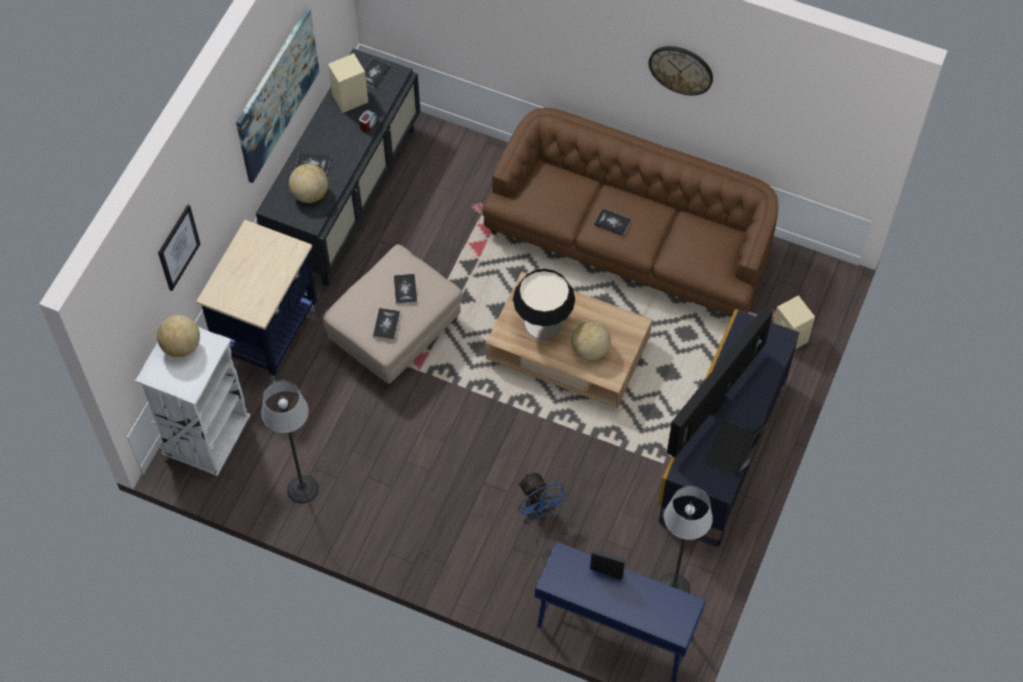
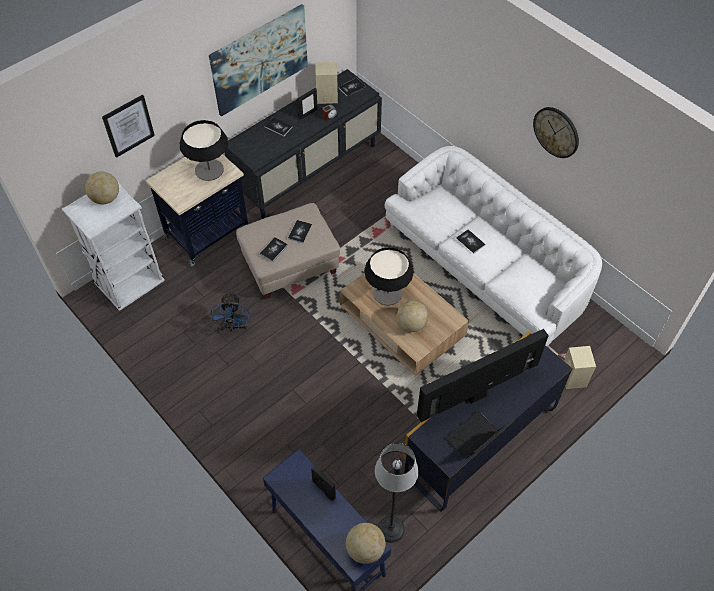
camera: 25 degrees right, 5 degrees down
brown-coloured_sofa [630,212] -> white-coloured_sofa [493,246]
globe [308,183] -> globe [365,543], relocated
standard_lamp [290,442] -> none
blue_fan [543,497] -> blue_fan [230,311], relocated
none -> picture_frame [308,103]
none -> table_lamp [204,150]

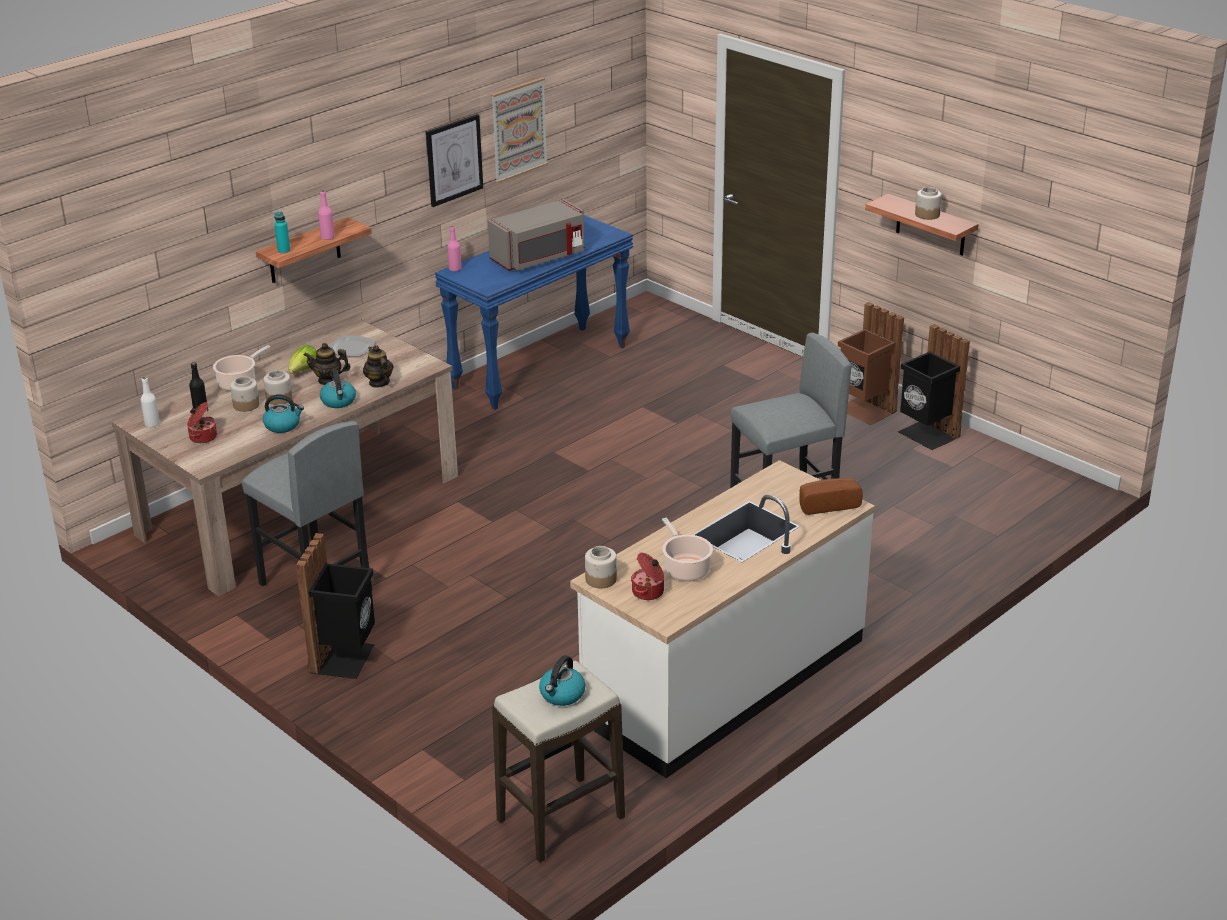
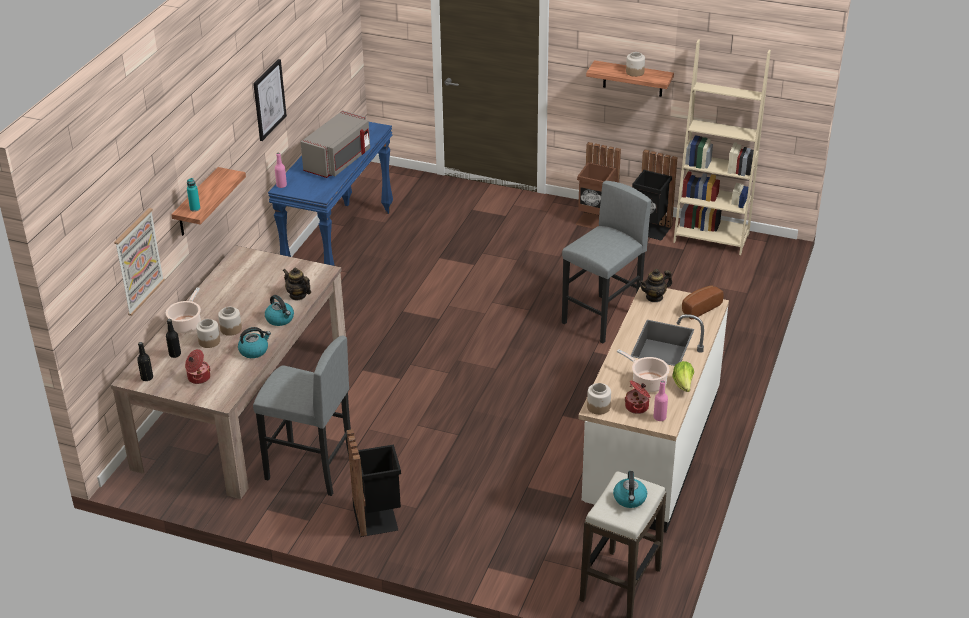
camera: 25 degrees left, 5 degrees up
picture [519,130] -> picture [139,262], relocated
pink-coloured_beverage_bottle [326,215] -> pink-coloured_beverage_bottle [660,400], relocated
dinner_plate [352,346] -> none
pot_for_tea [327,364] -> pot_for_tea [655,285], relocated
lettuce [302,359] -> lettuce [683,376], relocated
white-coloured_beverage_bottle [150,402] -> black-coloured_beverage_bottle [145,361]
none -> beige_bookcase [722,147]

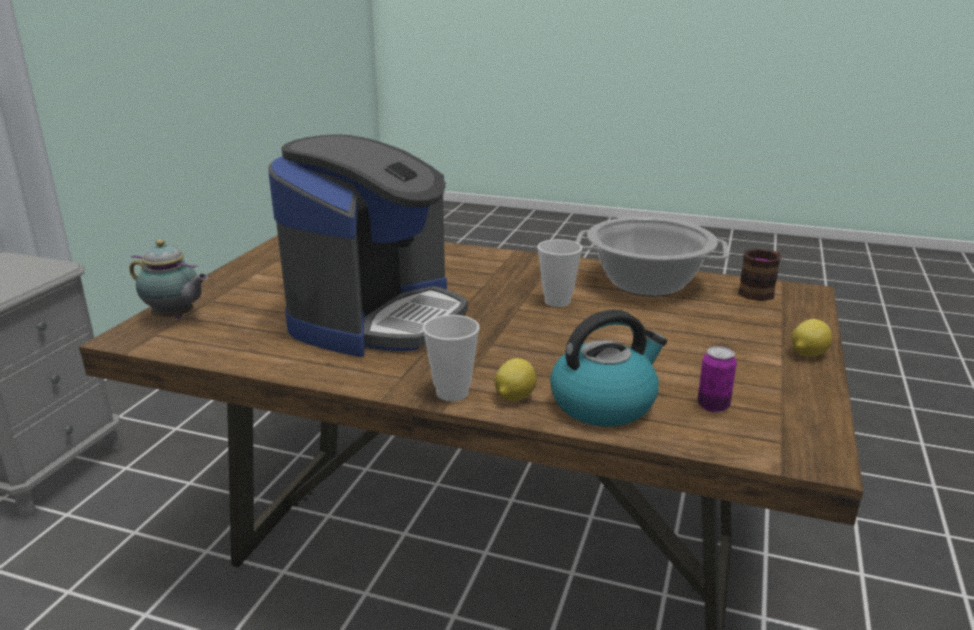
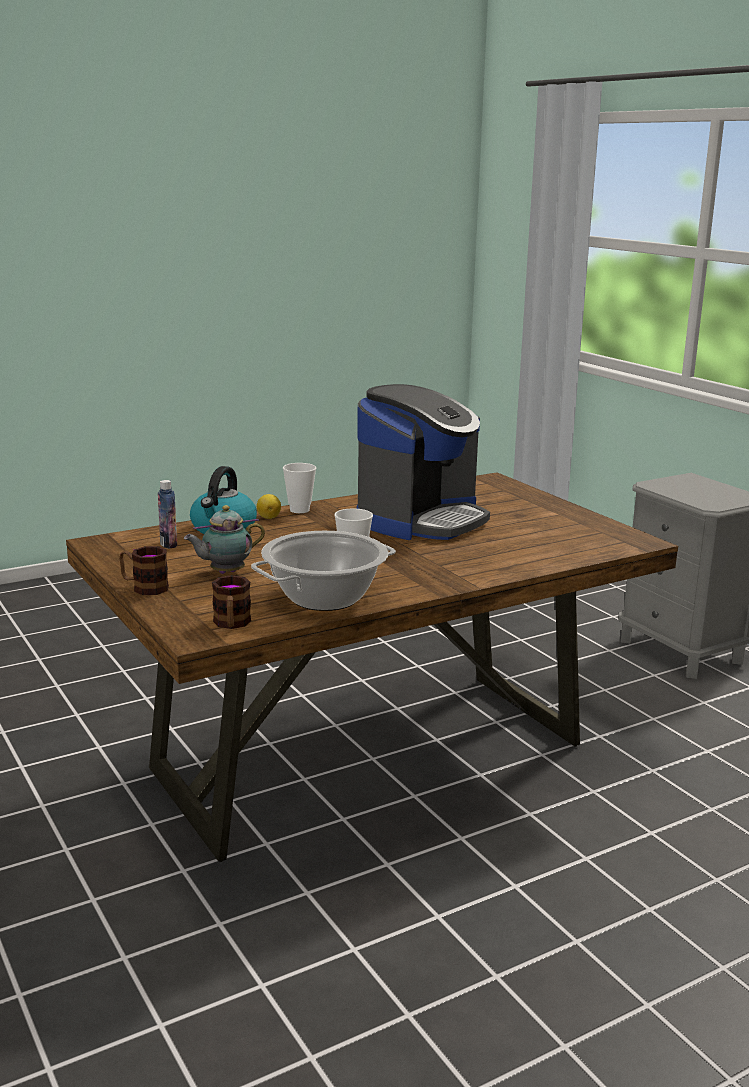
camera: 130 degrees right, 5 degrees down
coffee_machine [368,245] -> coffee_machine [423,462], 120 degrees counterclockwise
pot_for_tea [168,279] -> pot_for_tea [224,539], relocated
citrus_fruit [812,338] -> mug [144,570]
metal_can [717,379] -> beverage_bottle [167,514]

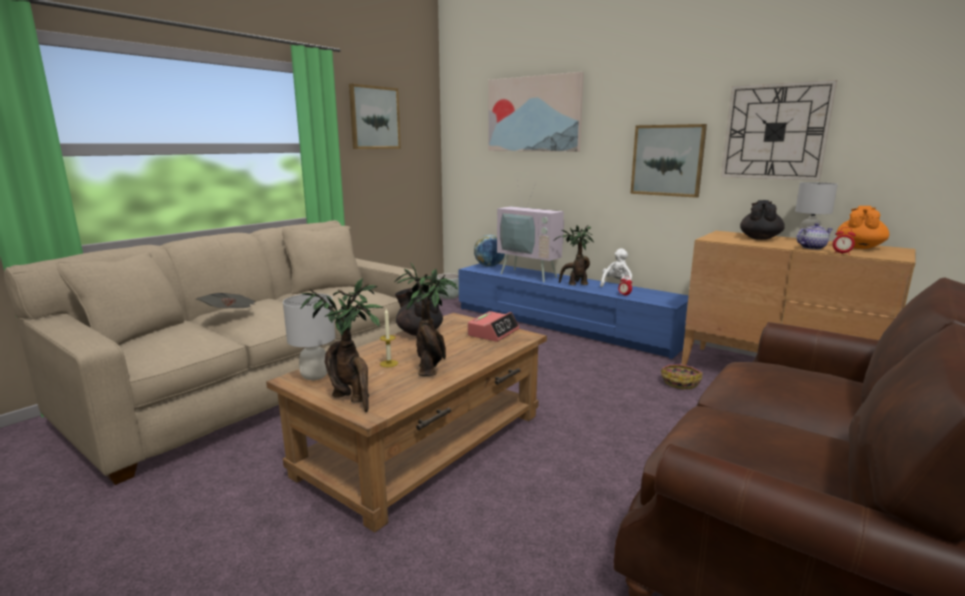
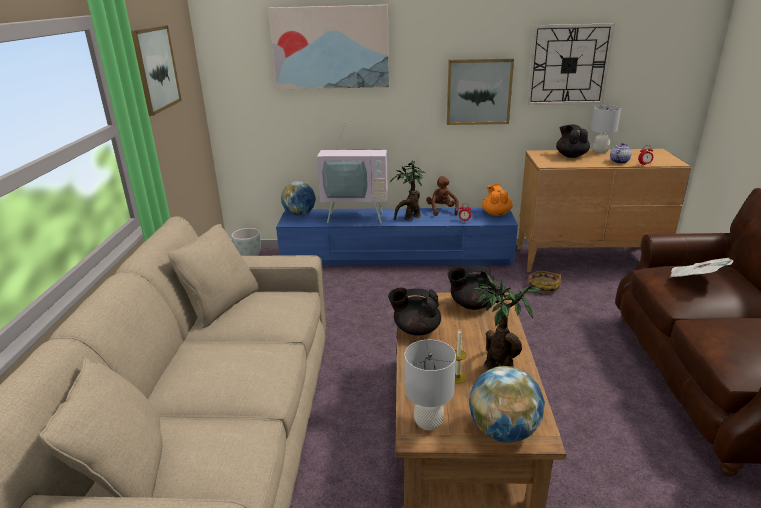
camera: 35 degrees left, 10 degrees up
orangey_pot_for_tea [863,227] -> orangey_pot_for_tea [497,200], relocated
white-coloured_cuddly_toy [616,267] -> brown-coloured_cuddly_toy [442,196]
plant_in_a_pot [341,345] -> globe [507,404]
daily_paper [226,300] -> daily_paper [701,267], relocated
table_clock [493,326] -> black-coloured_pot_for_tea [471,287]

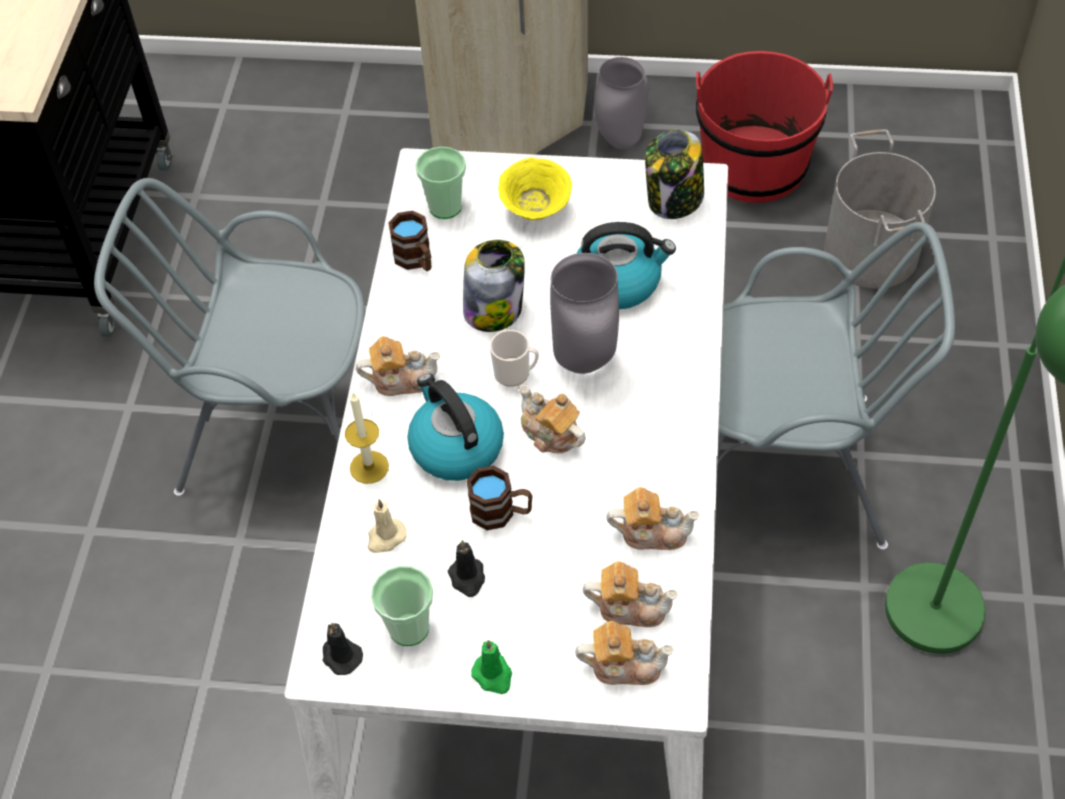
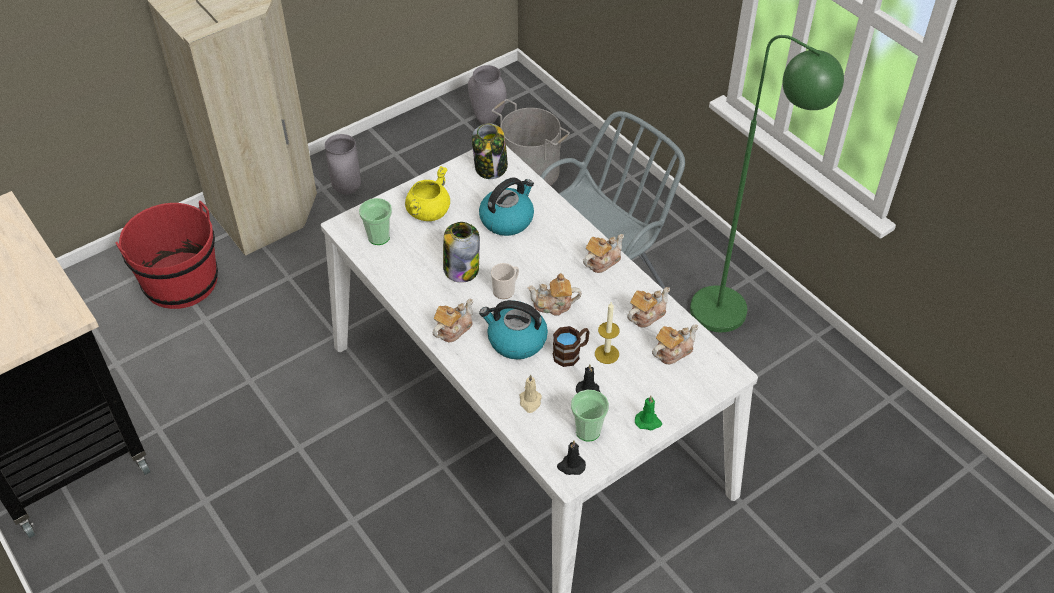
camera: 45 degrees left, 5 degrees down
red_pail [764,127] -> red_pail [166,255], relocated
yellowish_serving_bowl [535,189] -> yellowish_cooking_pot [427,193]
greyish_plain_chair [229,337] -> none
brown-coloured_mug [410,241] -> none
greyish_flower_vase [584,313] -> greyish_flower_vase [487,94], relocated
wax_candle [367,438] -> wax_candle [607,333], relocated
pot_for_tea [624,653] -> pot_for_tea [603,253], relocated

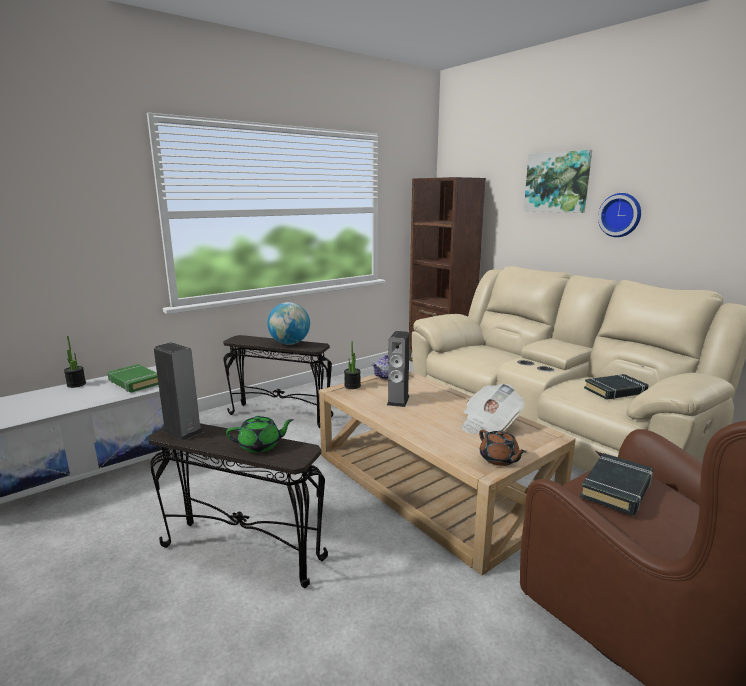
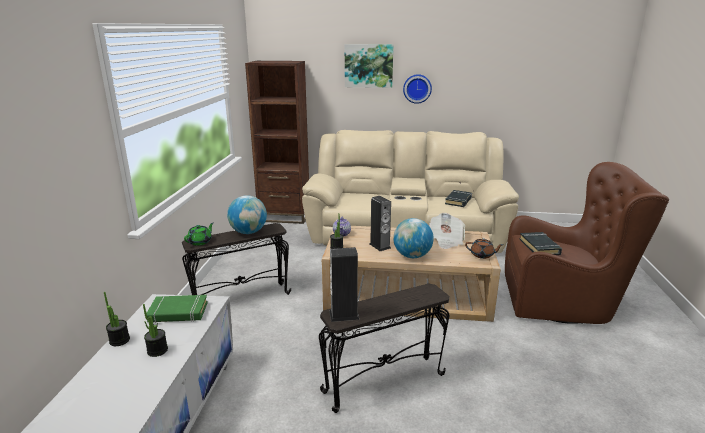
camera: 45 degrees left, 5 degrees up
green-coloured_pot_for_tea [260,434] -> green-coloured_pot_for_tea [199,234], relocated
none -> globe [413,238]
none -> plant_in_a_pot [155,330]

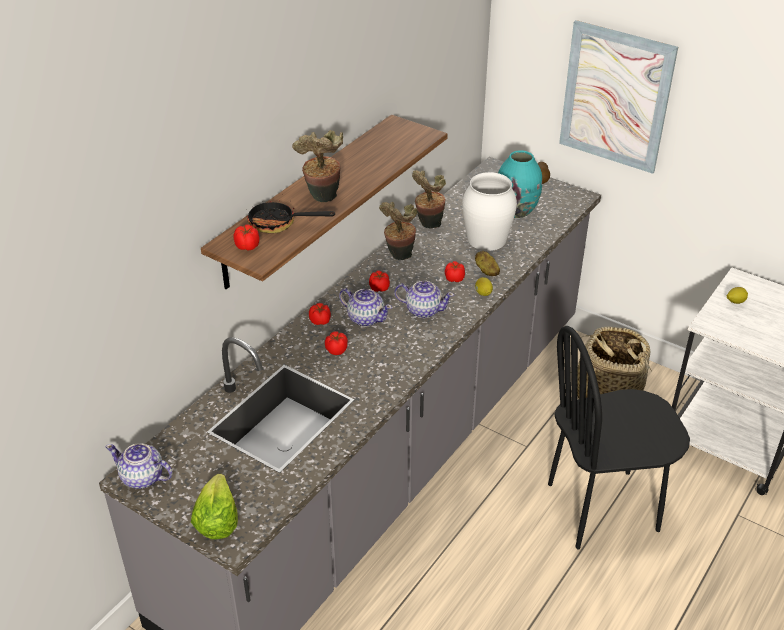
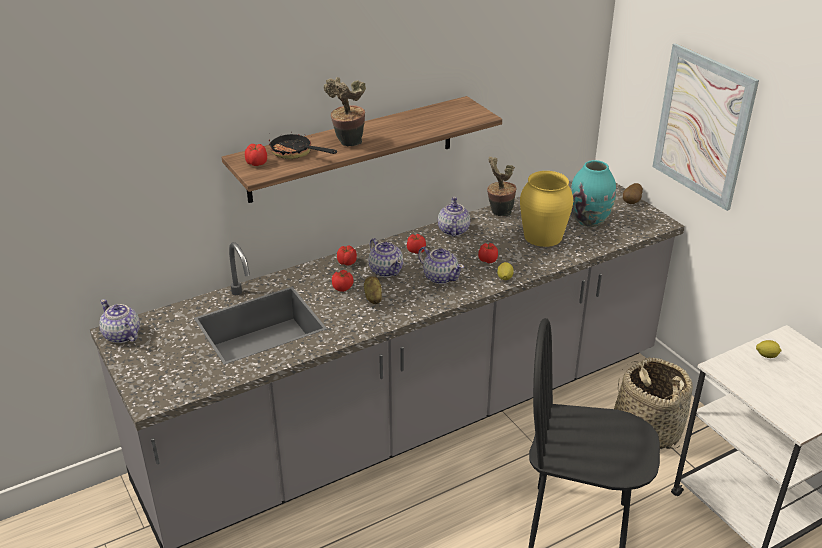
camera: 25 degrees right, 5 degrees down
white-coloured_flower_vase [489,211] -> yellowish_flower_vase [546,209]
plant_in_a_pot [398,231] -> pot_for_tea [454,217]
potato [487,263] -> potato [373,290], relocated
lettuce [214,506] -> none

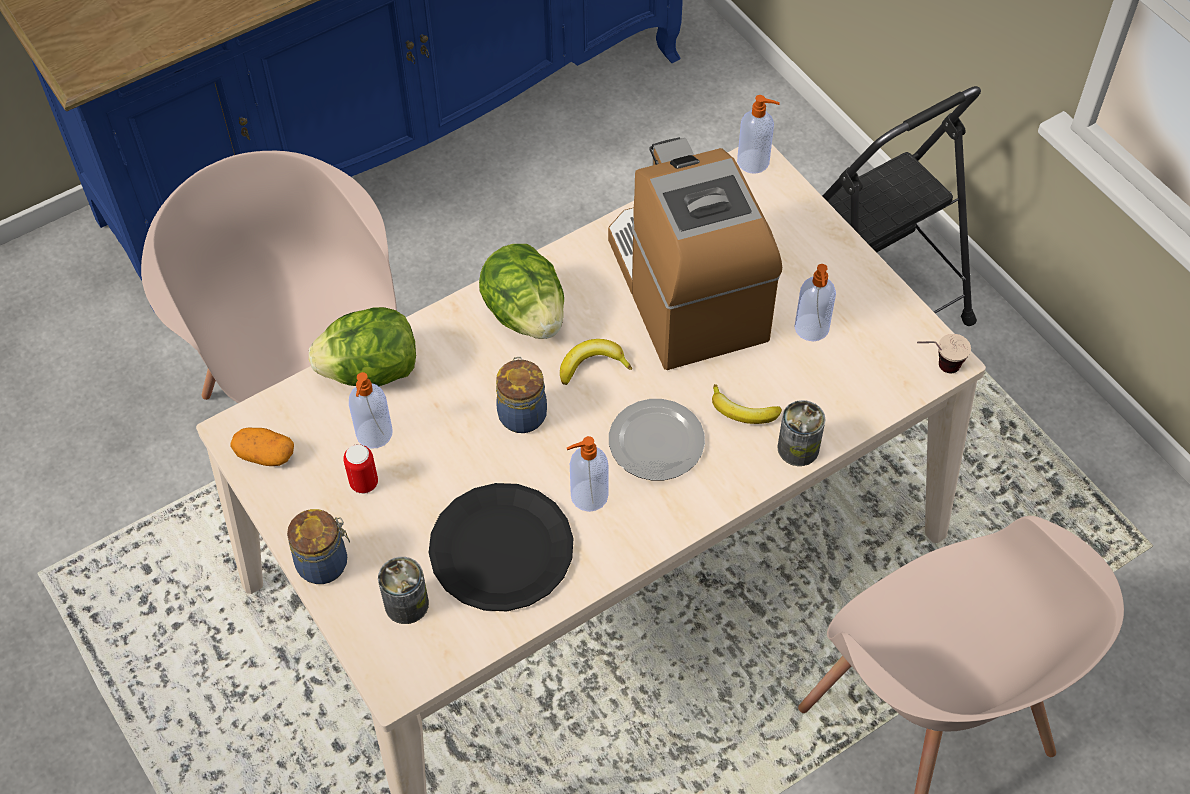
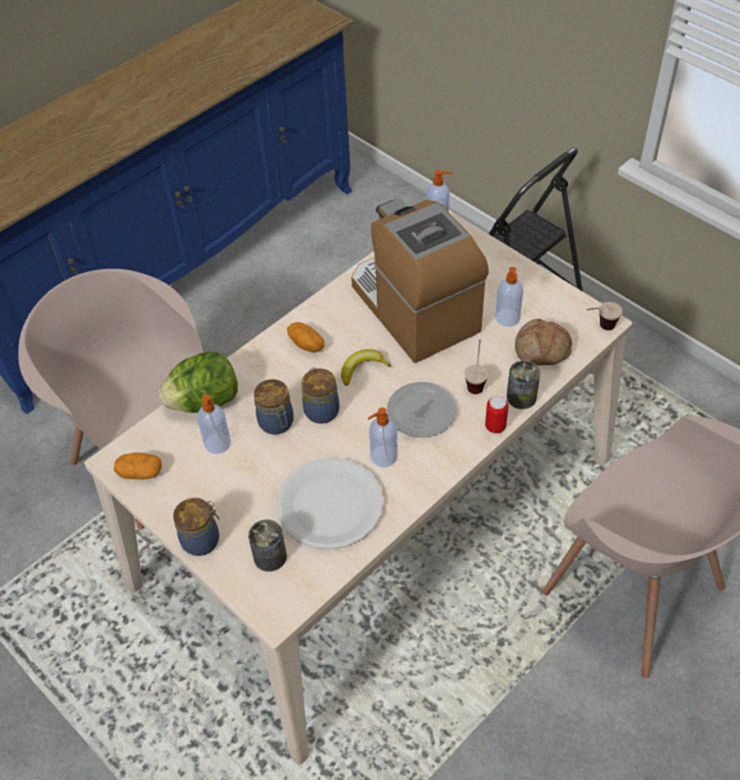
camera: 10 degrees left, 5 degrees down
lettuce [521,291] -> potato [305,337]
whole_banana [747,404] -> cup [476,367]
metal_can [360,469] -> metal_can [496,415], relocated
black-coloured_dinner_plate [501,547] -> white-coloured_dinner_plate [330,503]
none -> bakery_bread [543,342]
none -> preserve_jar [273,407]

